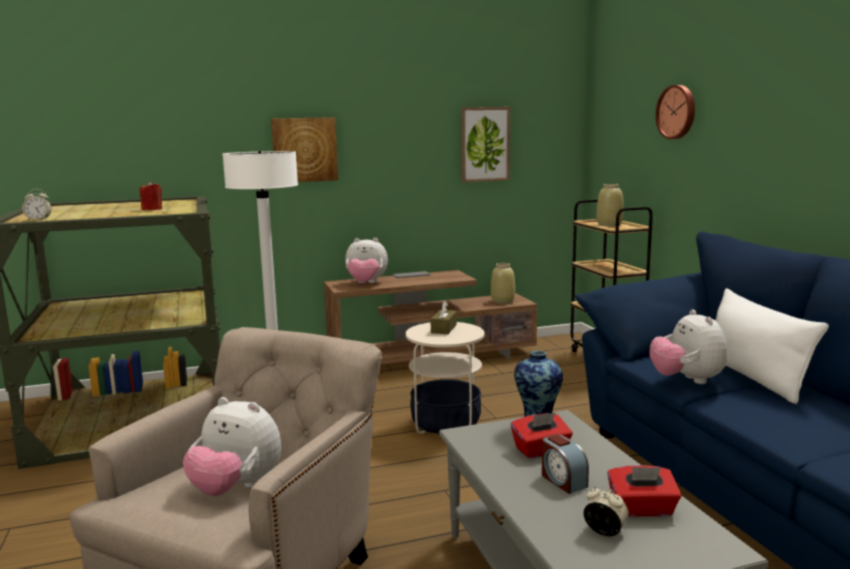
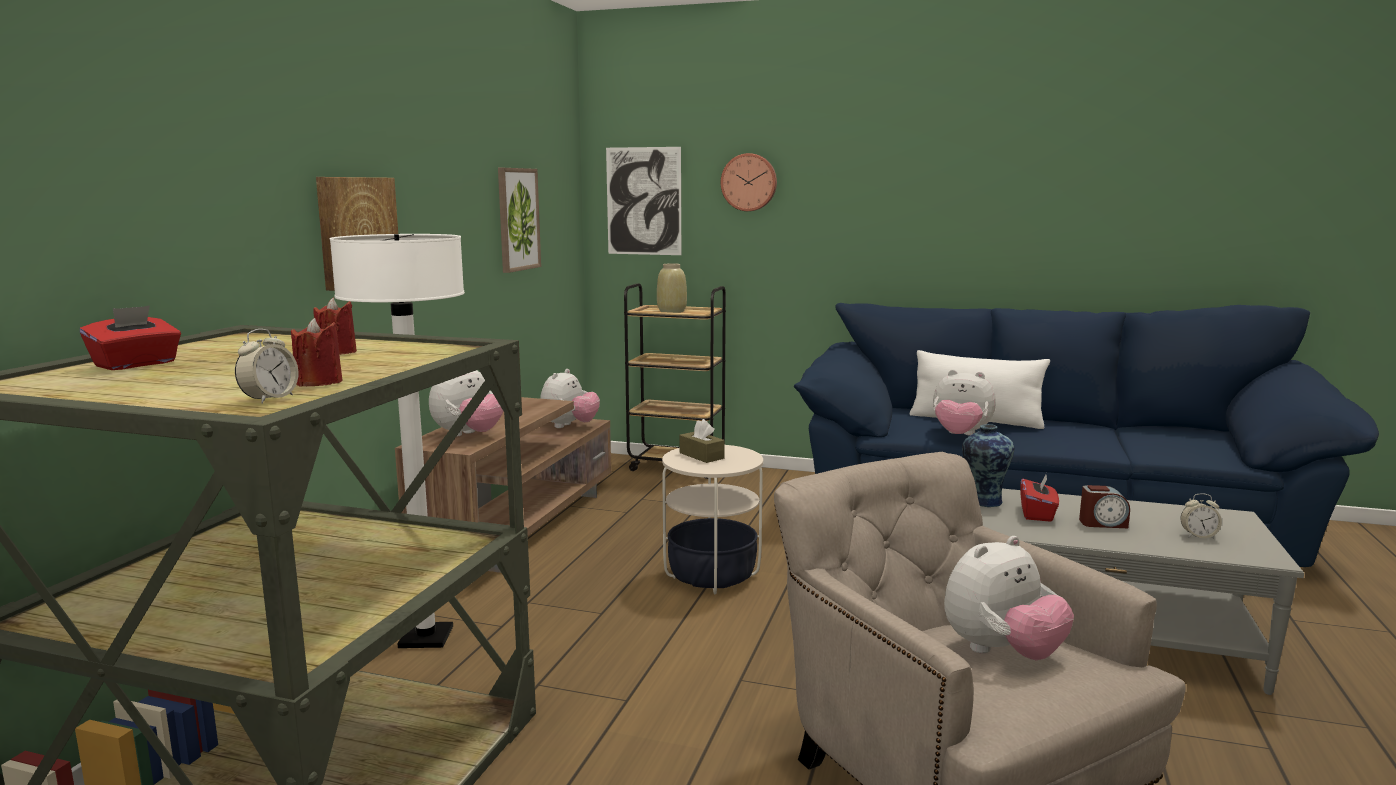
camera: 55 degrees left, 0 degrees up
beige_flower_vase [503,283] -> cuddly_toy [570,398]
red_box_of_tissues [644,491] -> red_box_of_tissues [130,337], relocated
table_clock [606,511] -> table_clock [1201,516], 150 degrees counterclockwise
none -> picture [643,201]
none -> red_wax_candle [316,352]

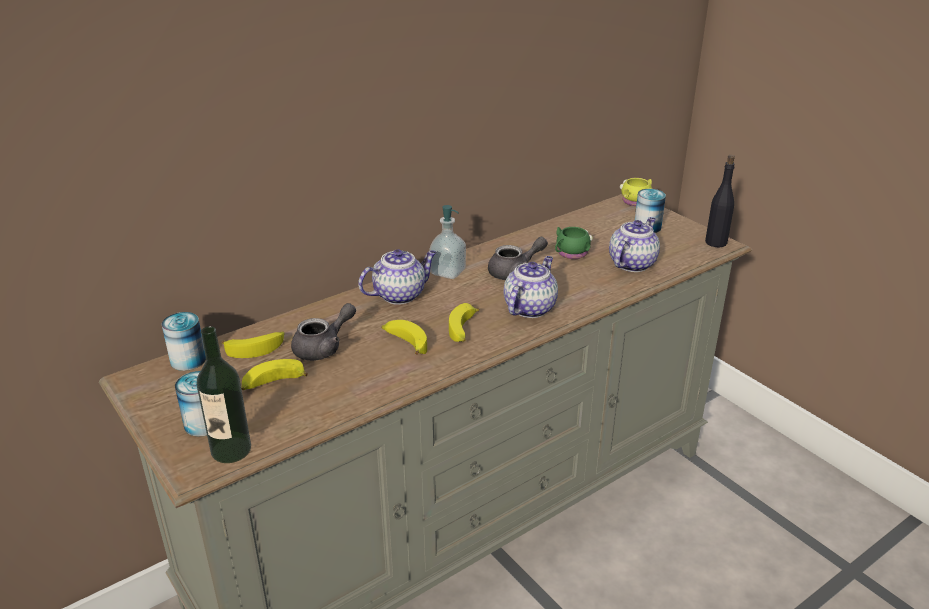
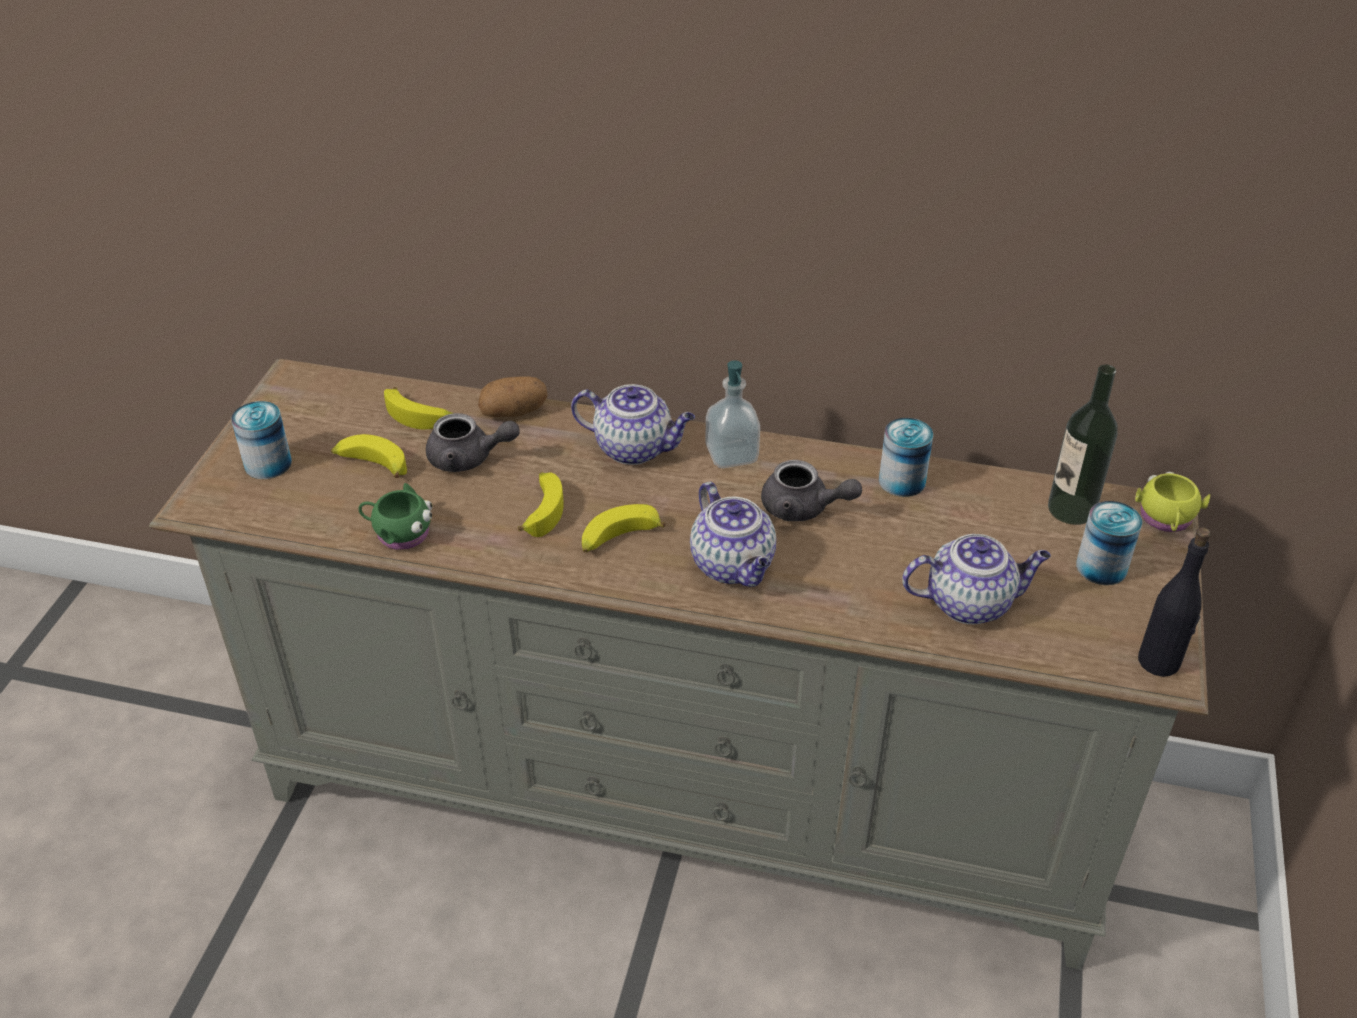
camera: 50 degrees right, 10 degrees up
green-coloured_mug [574,243] -> green-coloured_mug [395,516], relocated
pot_for_tea [531,287] -> pot_for_tea [733,534], 75 degrees clockwise
metal_can [184,341] -> metal_can [906,457], relocated
beverage_bottle [224,394] -> beverage_bottle [1083,444], relocated
none -> potato [513,396]

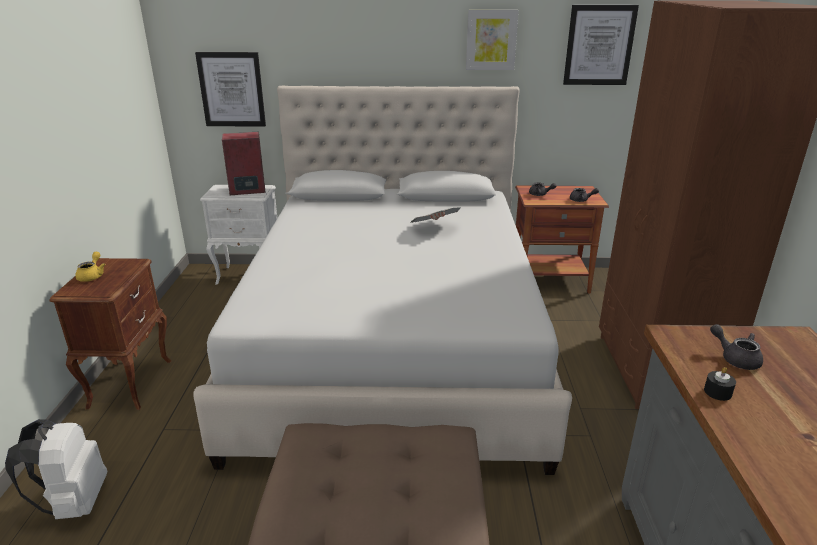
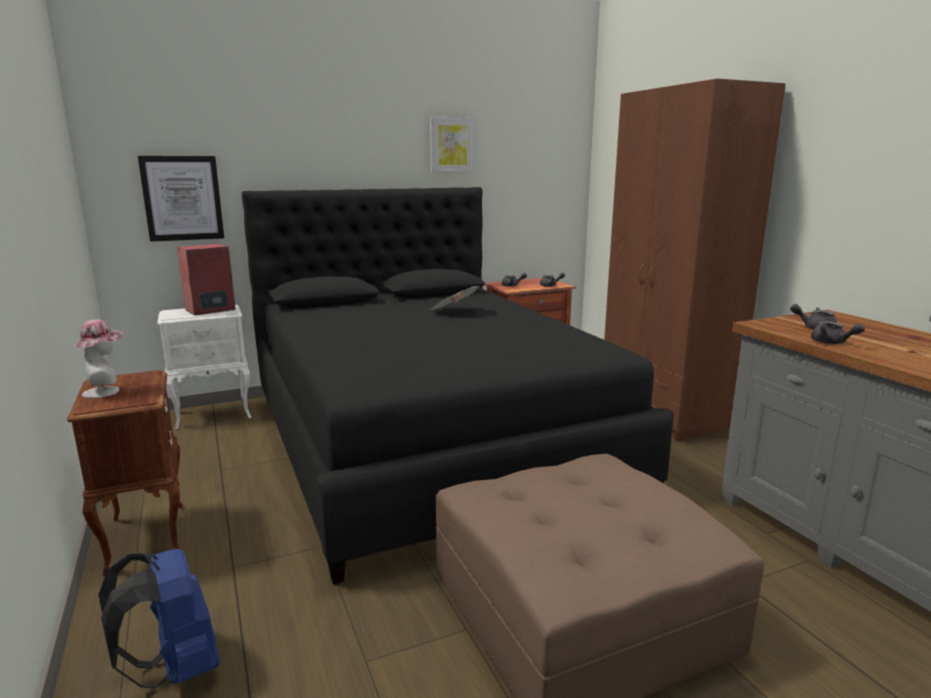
camera: 25 degrees left, 10 degrees down
picture [601,45] -> none
white-coloured_bed [382,280] -> black-coloured_bed [458,385]
yellowish_pot_for_tea [90,267] -> clothing_hat [98,359]
black-coloured_wax_candle [720,384] -> greyish_pot_for_tea [838,332]
white-coloured_knapsack [56,469] -> blue_knapsack [159,619]

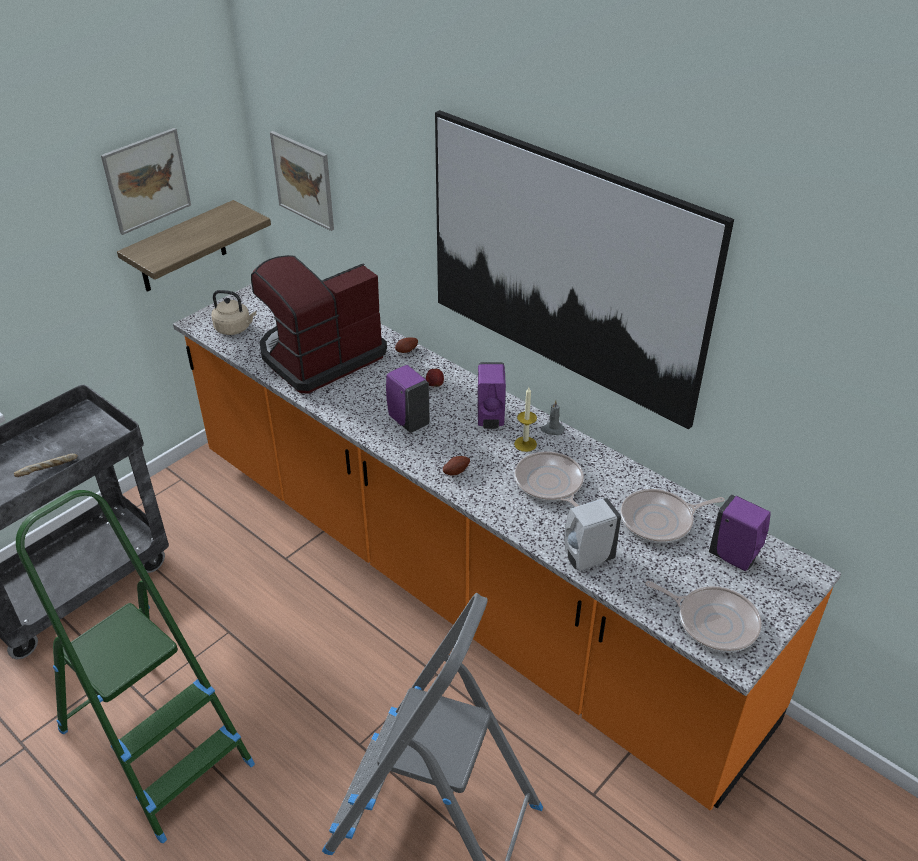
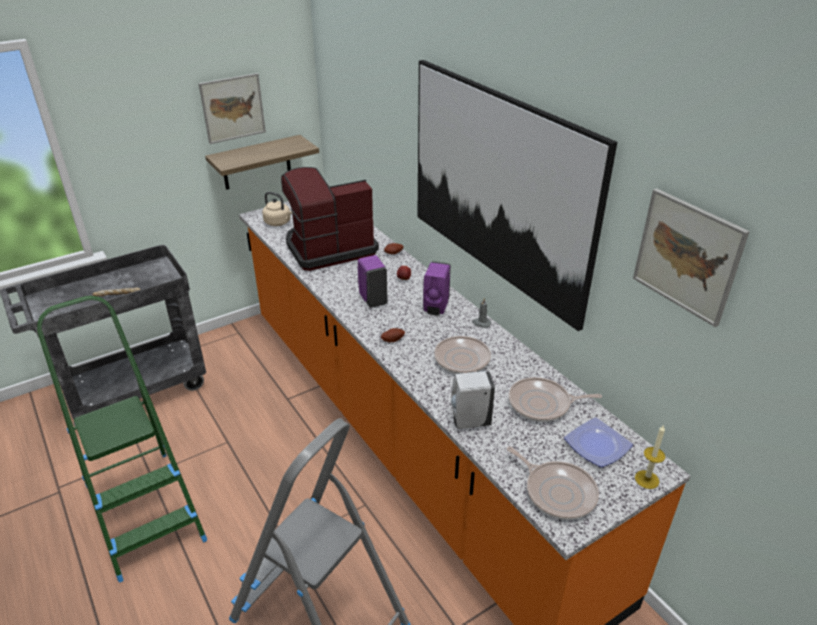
camera: 15 degrees right, 5 degrees down
picture [302,181] -> picture [691,257], relocated
wax_candle [525,419] -> wax_candle [650,457], relocated
purple_liquid_soap_bottle [740,532] -> dinner_plate [598,442]

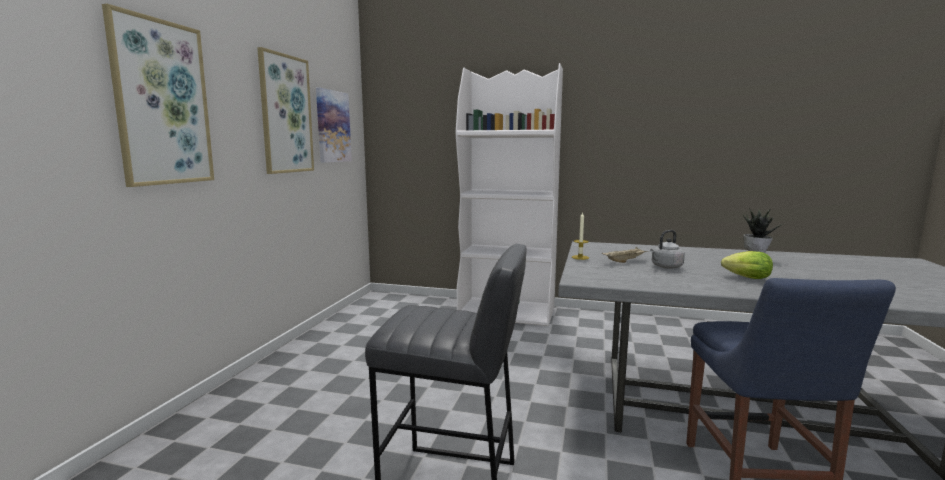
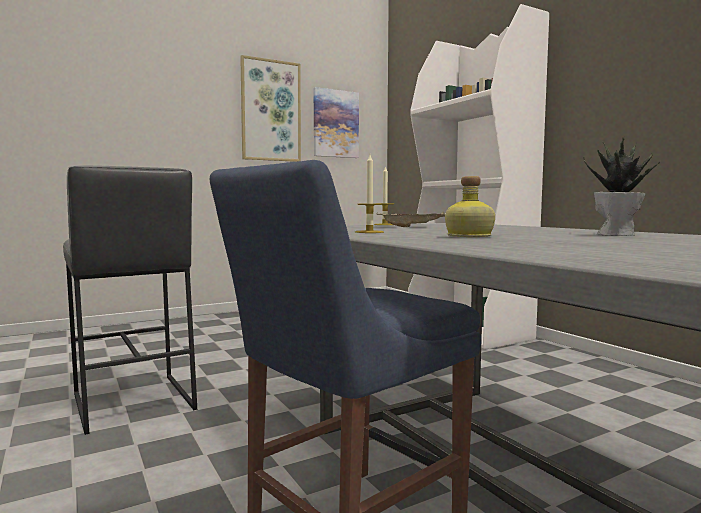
camera: 45 degrees right, 5 degrees down
picture [158,95] -> none
greyish_kettle [667,249] -> none
lettuce [747,265] -> beverage_bottle [470,206]
none -> wax_candle [369,194]

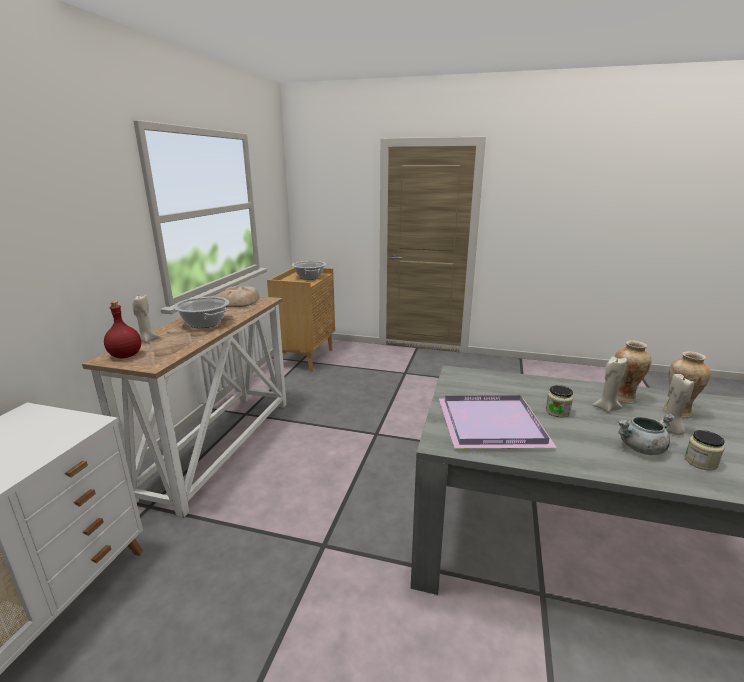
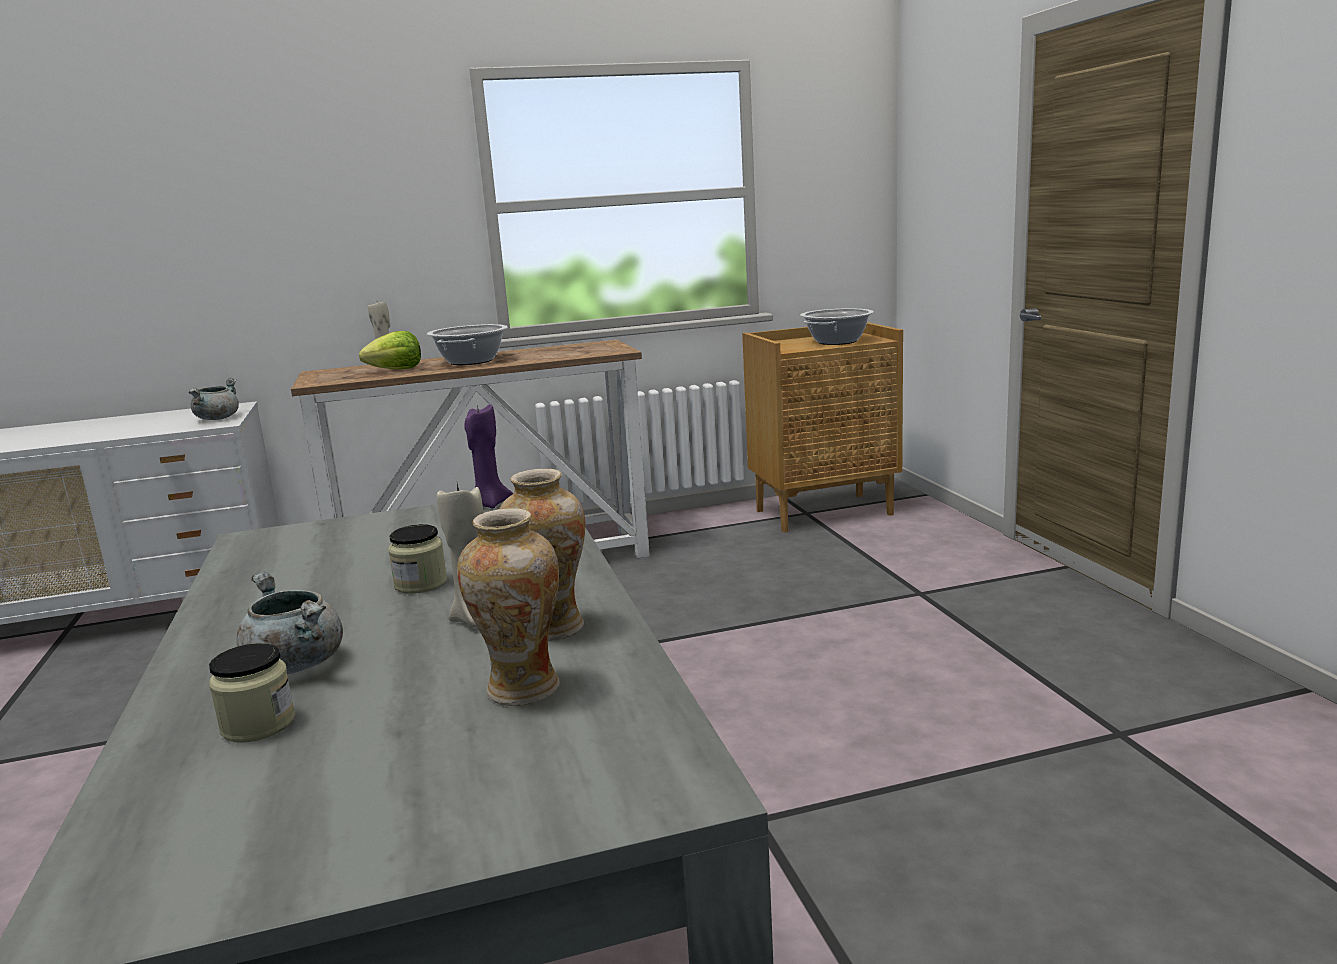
camera: 60 degrees right, 5 degrees down
bakery_bread [237,296] -> none
red_beverage_bottle [122,330] -> none
beige_wax_candle [677,404] -> none
purple_tray [498,422] -> none
none -> lettuce [390,350]
none -> greyish_cooking_pot [214,399]
none -> purple_wax_candle [489,456]

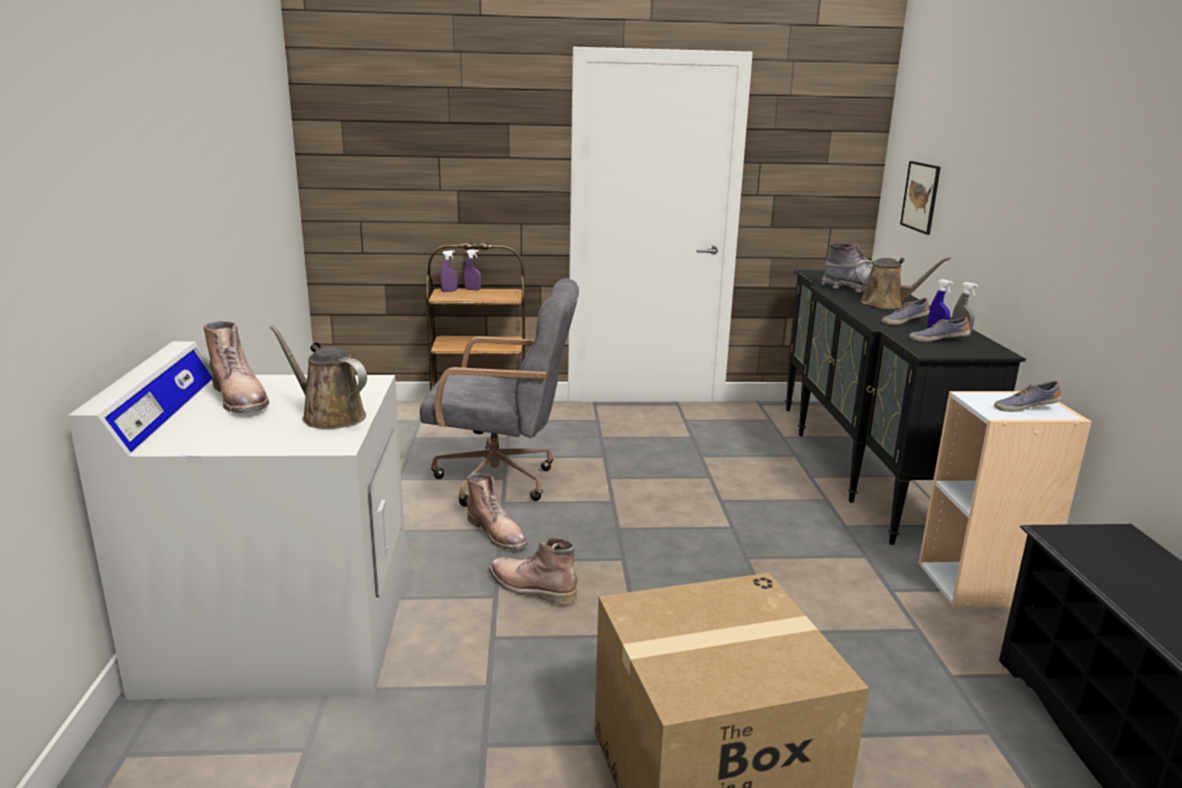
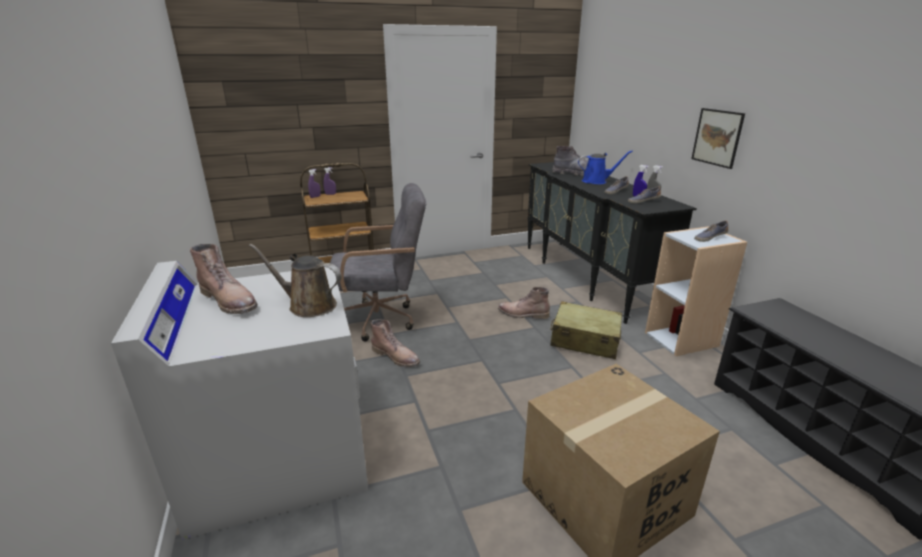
camera: 15 degrees left, 5 degrees up
picture [920,198] -> picture [718,138], relocated
brown-coloured_sprinkling_can [902,283] -> blue_sprinkling_can [605,167]
brown-coloured_tall_boot [533,571] -> brown-coloured_tall_boot [524,303], relocated
none -> beige_travel_case [586,330]

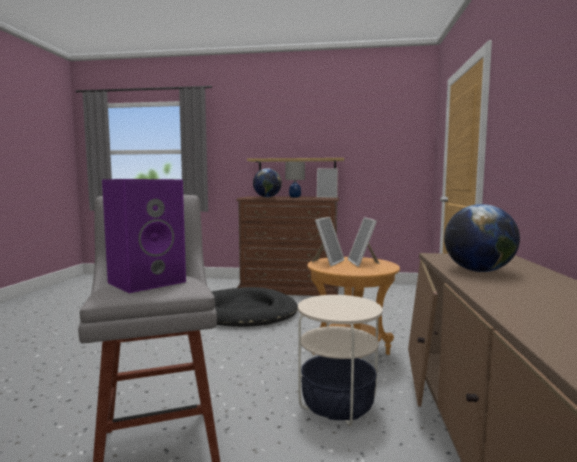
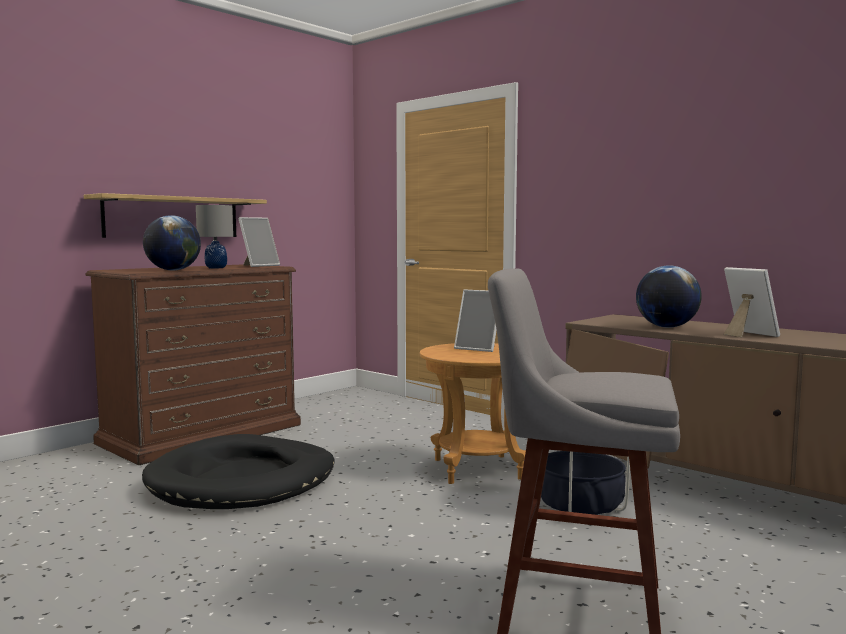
camera: 55 degrees left, 0 degrees up
purple_audio_speaker [144,236] -> none
picture_frame [328,241] -> picture_frame [752,302], relocated

